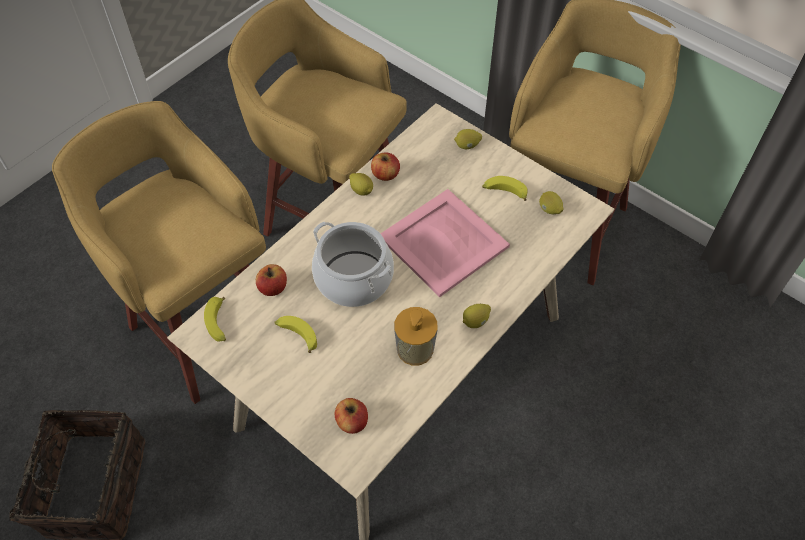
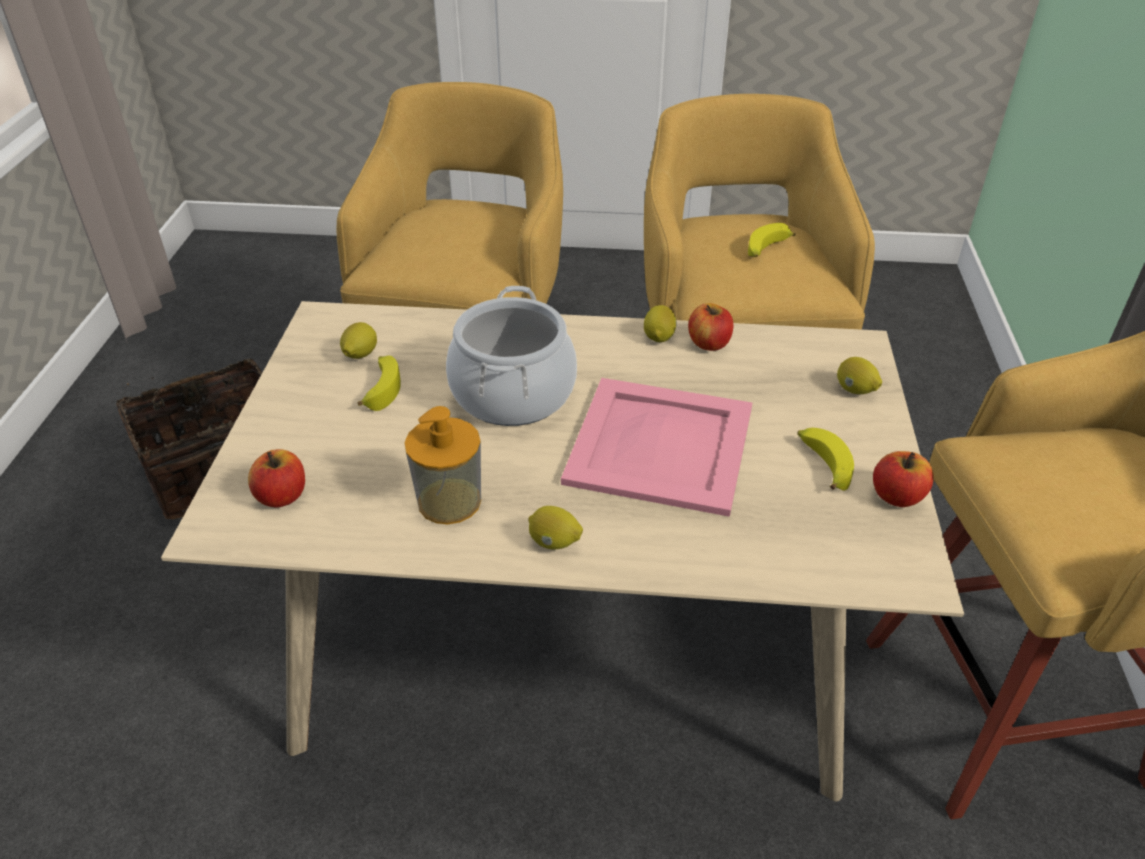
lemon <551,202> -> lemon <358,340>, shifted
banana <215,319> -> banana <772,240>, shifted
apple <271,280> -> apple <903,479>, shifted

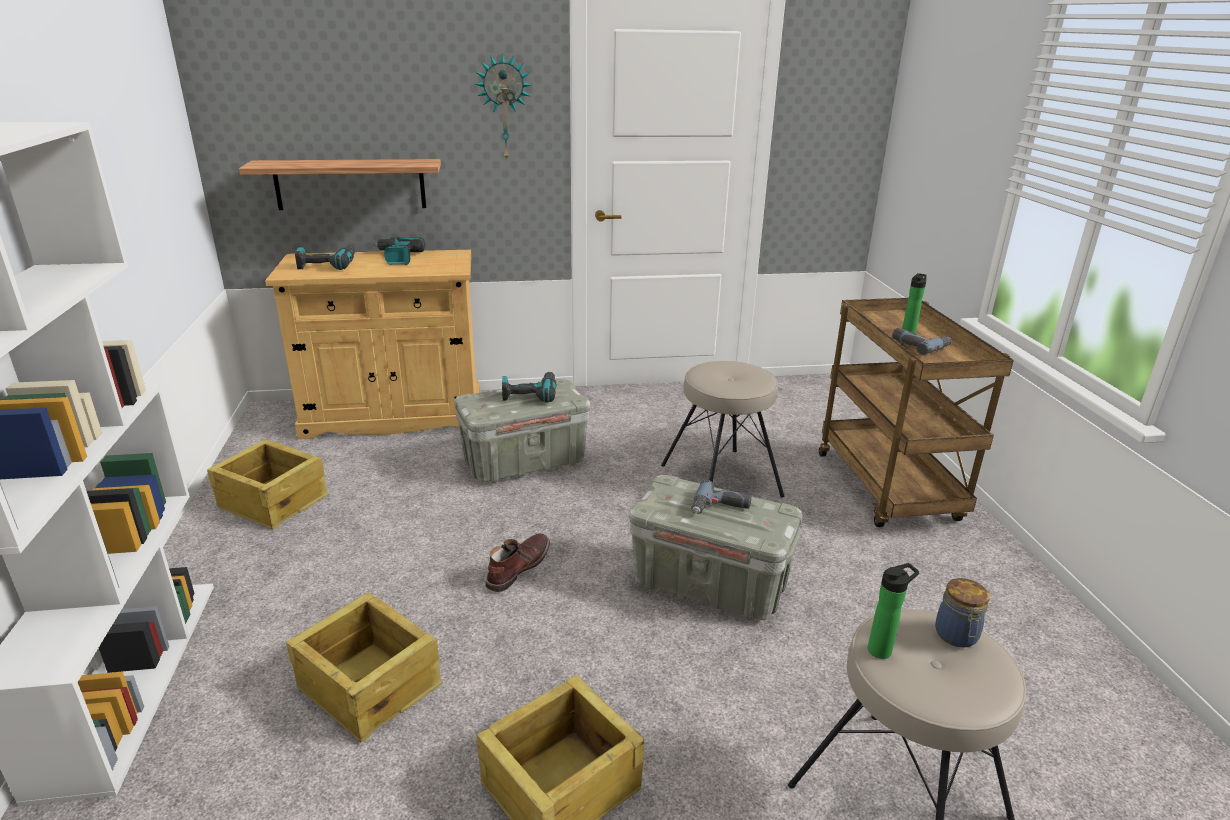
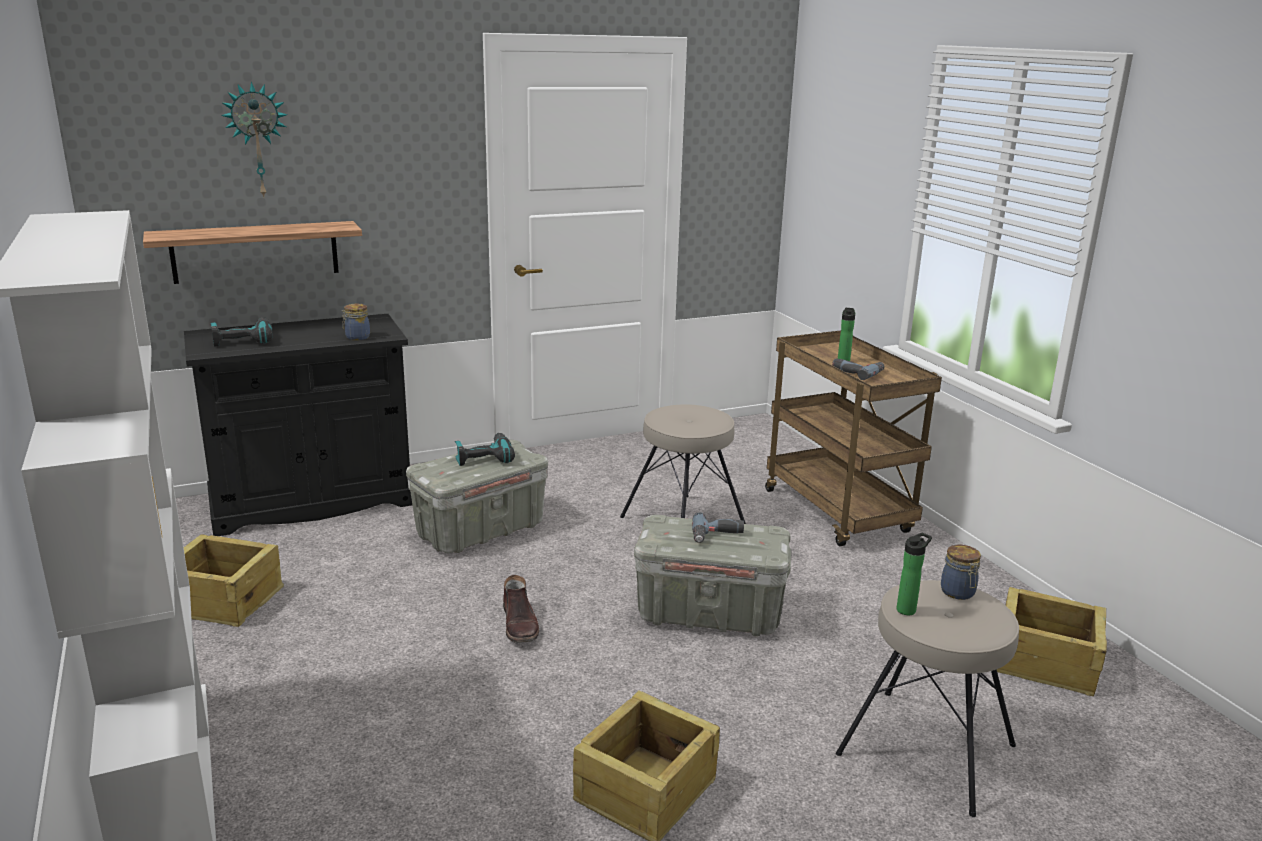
cabinet/beige <372,345> -> cabinet/black <298,425>
wall clock <503,107> -> wall clock <254,139>, shifted
none -> jar <355,322>
boot/brown <517,562> -> boot/brown <521,609>, 150 degrees clockwise
crate <364,668> -> crate <1052,641>, shifted
power drill <399,251> -> none

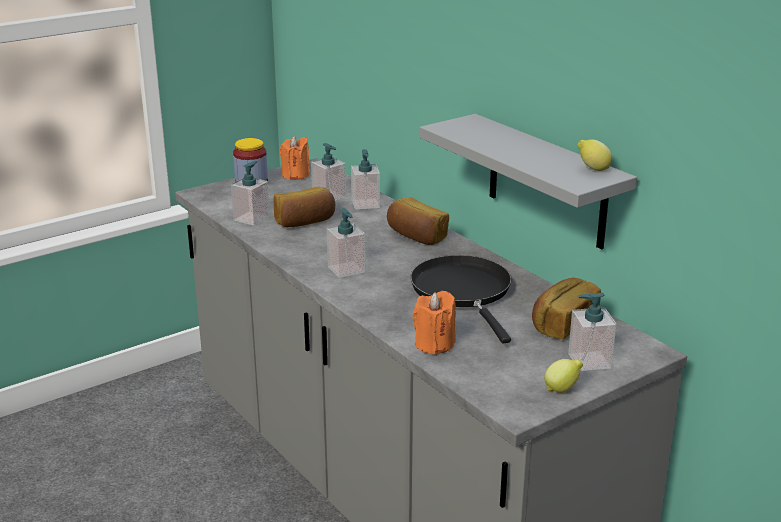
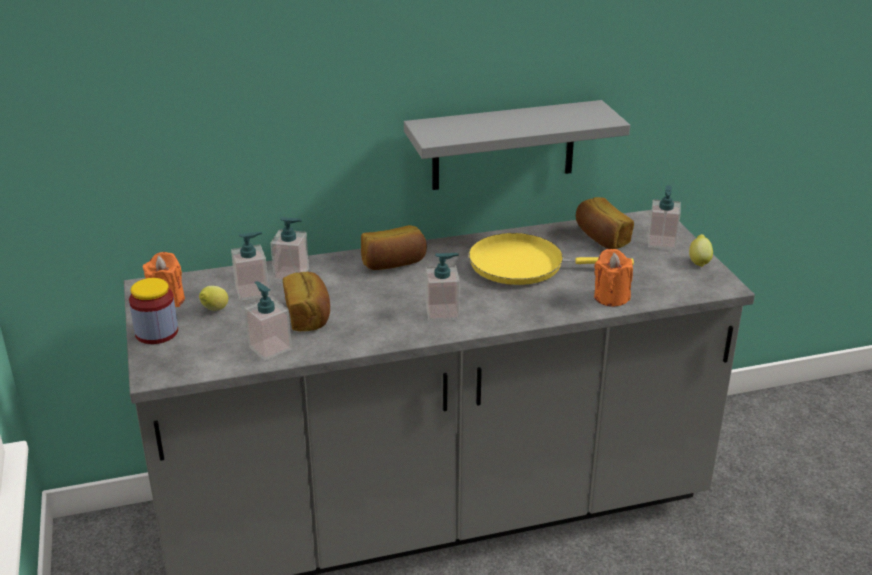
lemon <594,155> -> lemon <213,298>, shifted
frying pan/black <460,299> -> frying pan/yellow <551,259>

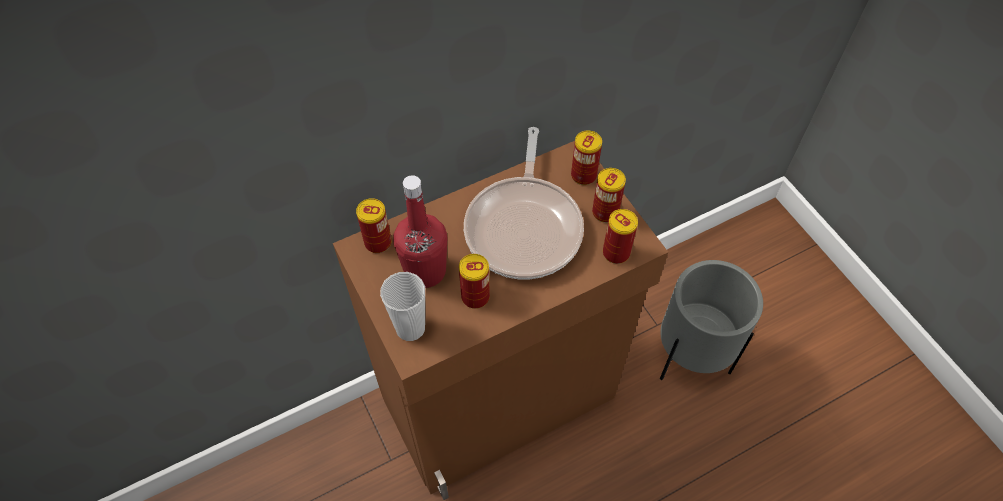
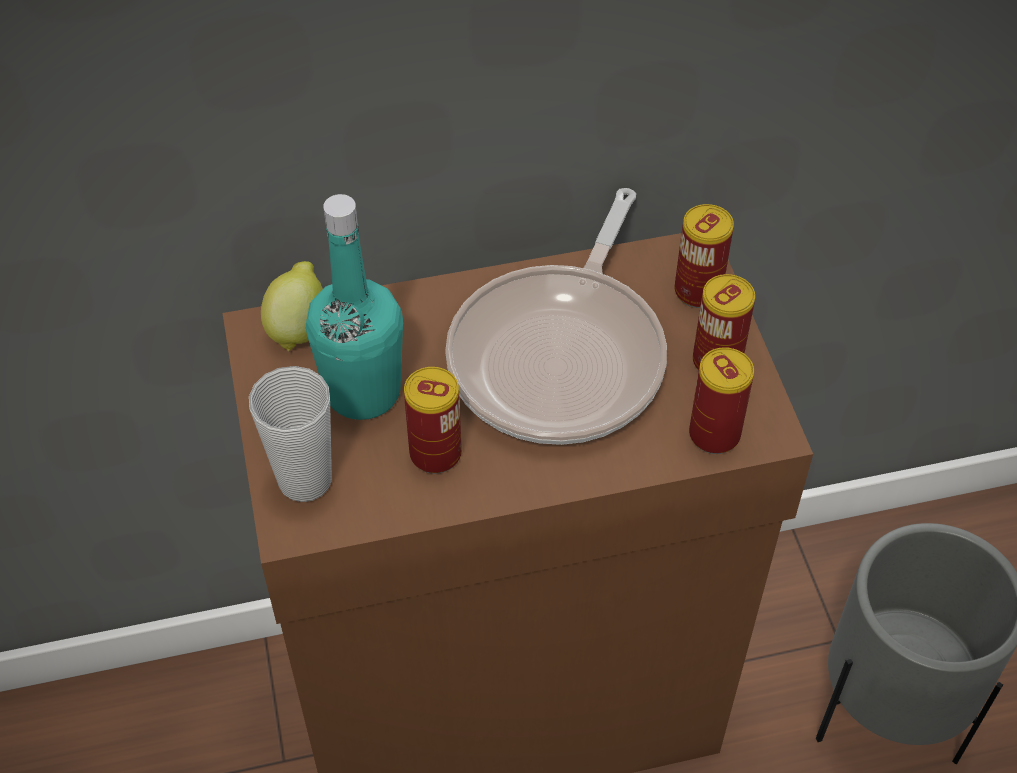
can <374,225> -> lemon <292,306>
bottle/red <420,231> -> bottle/turquoise <354,307>

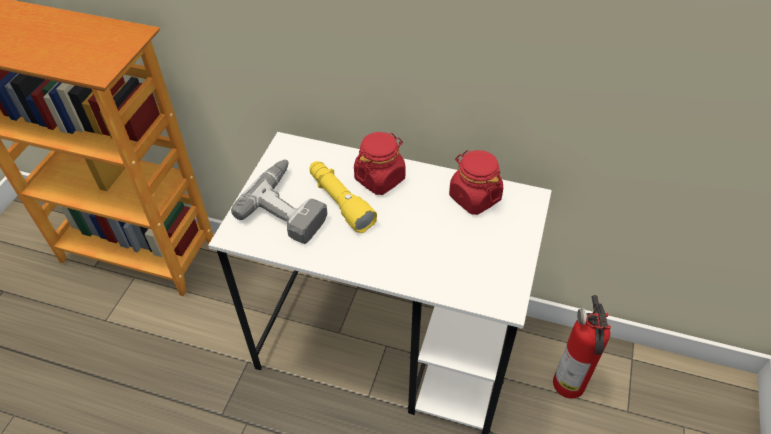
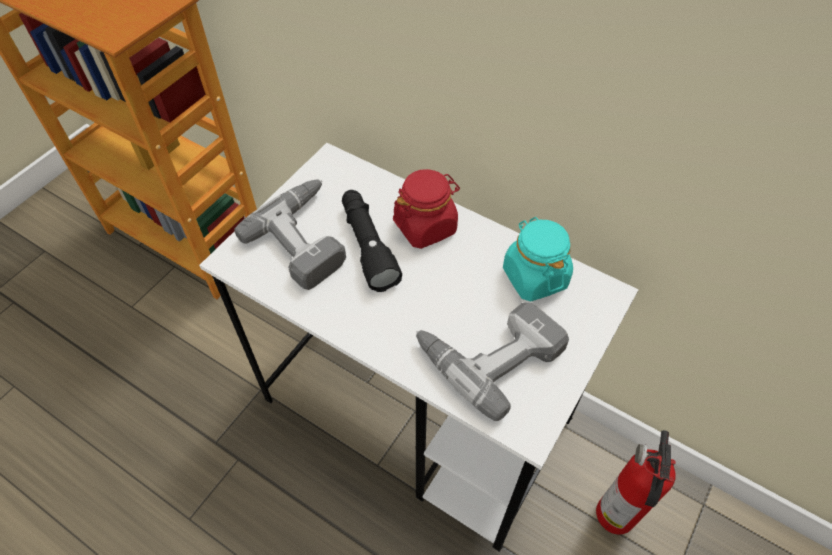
flashlight/yellow <343,197> -> flashlight/black <372,241>
none -> power drill <492,361>
jar/red <476,182> -> jar/turquoise <538,259>

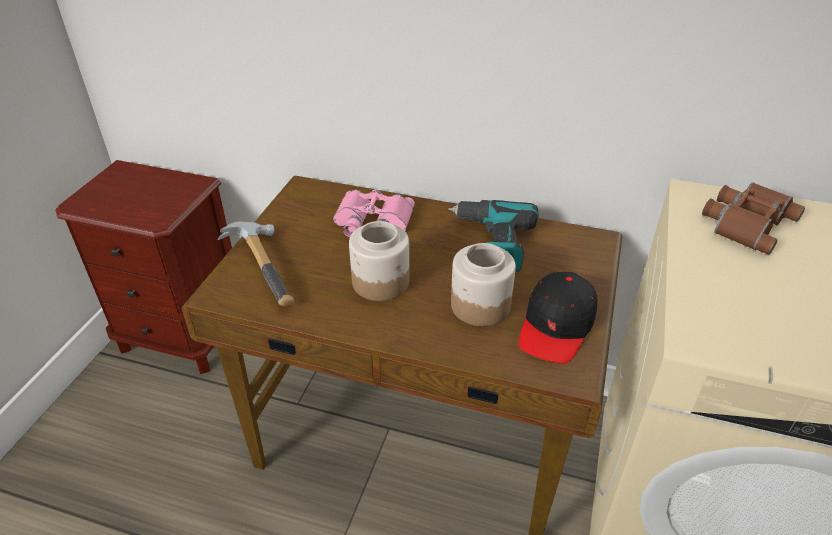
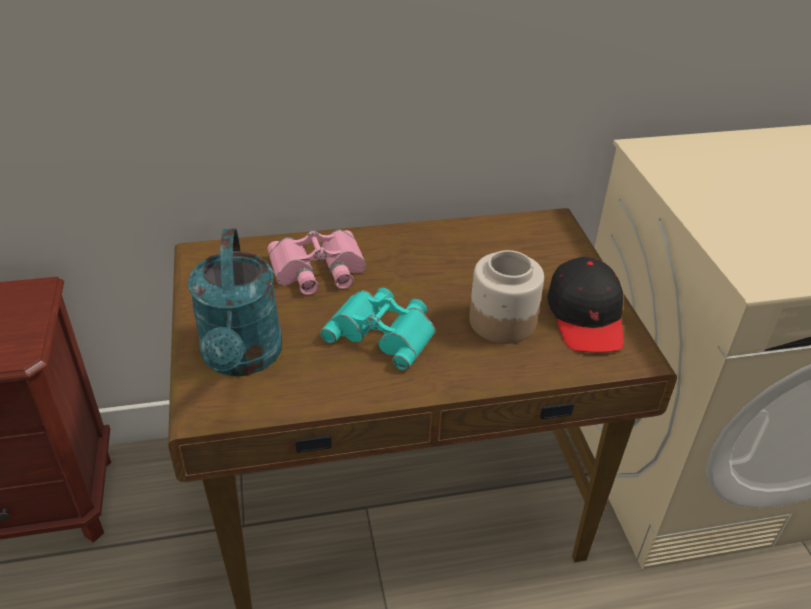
hammer <256,264> -> watering can/turquoise <235,302>
jar <379,261> -> binoculars/turquoise <377,329>
power drill <493,236> -> none
binoculars/brown <753,218> -> none

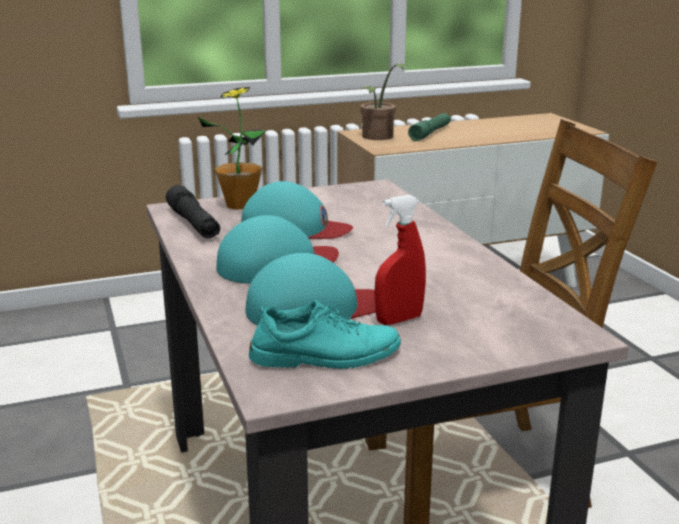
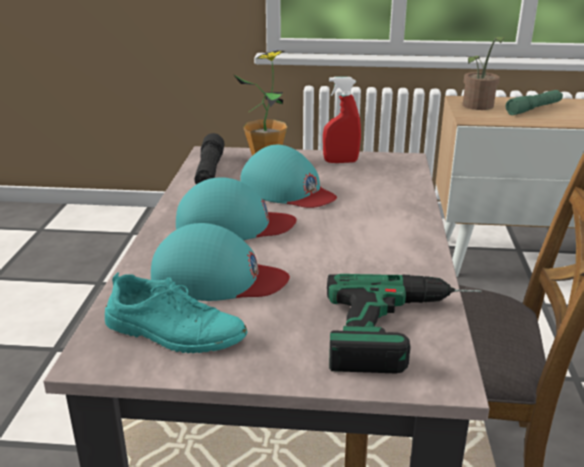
spray bottle/red <400,260> -> spray bottle/red <342,120>, shifted
none -> power drill <404,323>

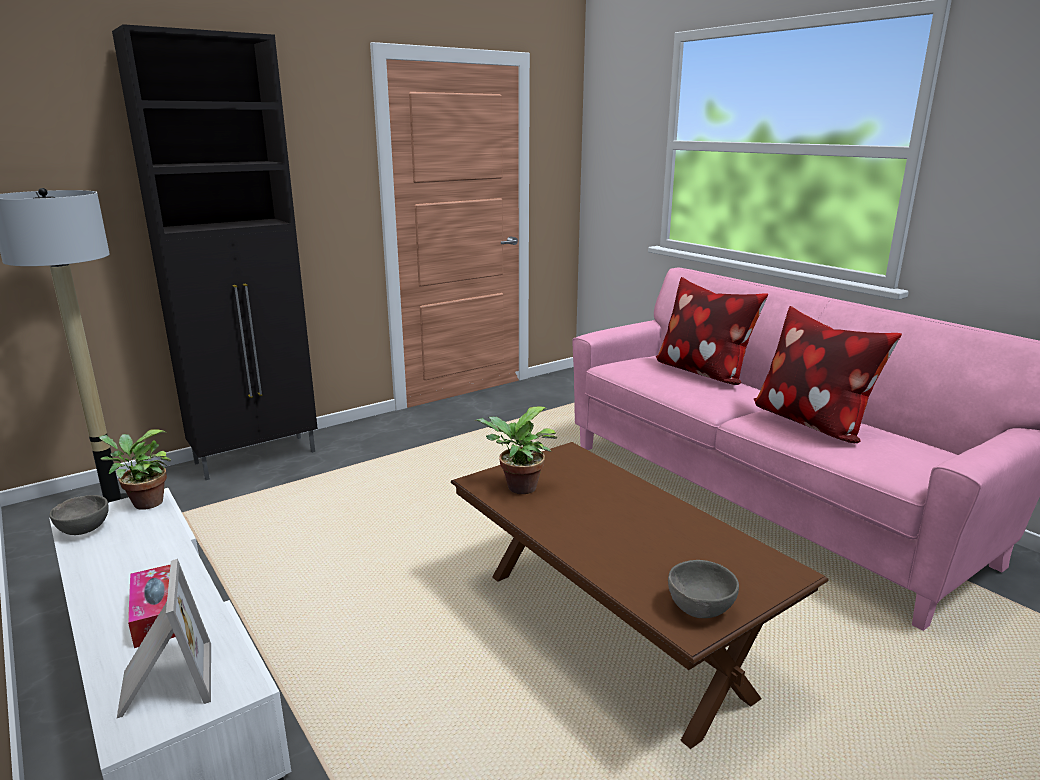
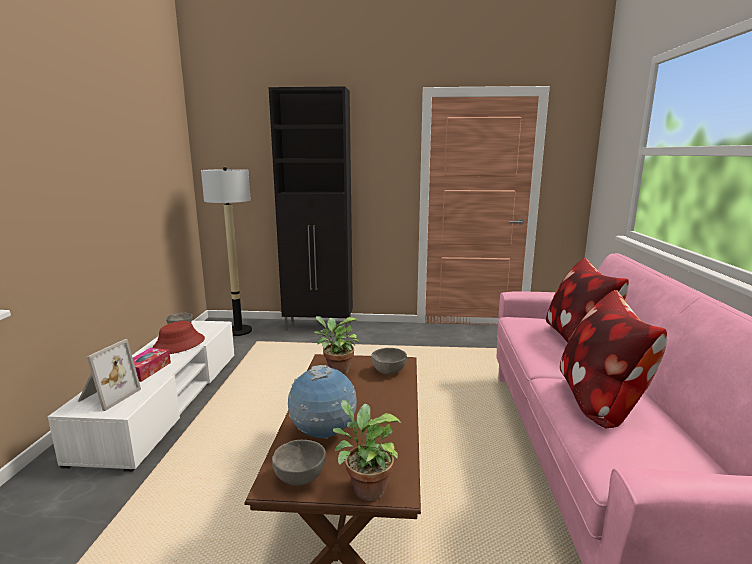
none -> hat/red <178,337>
none -> globe <322,402>
potted plant <135,469> -> potted plant <367,450>, shifted
none -> bowl/grey <389,361>

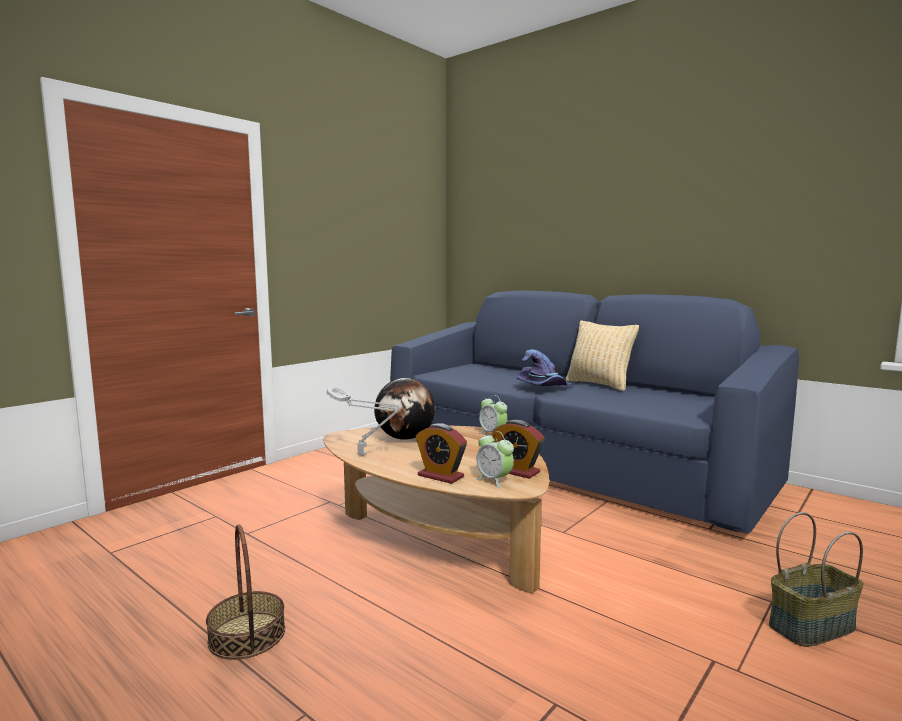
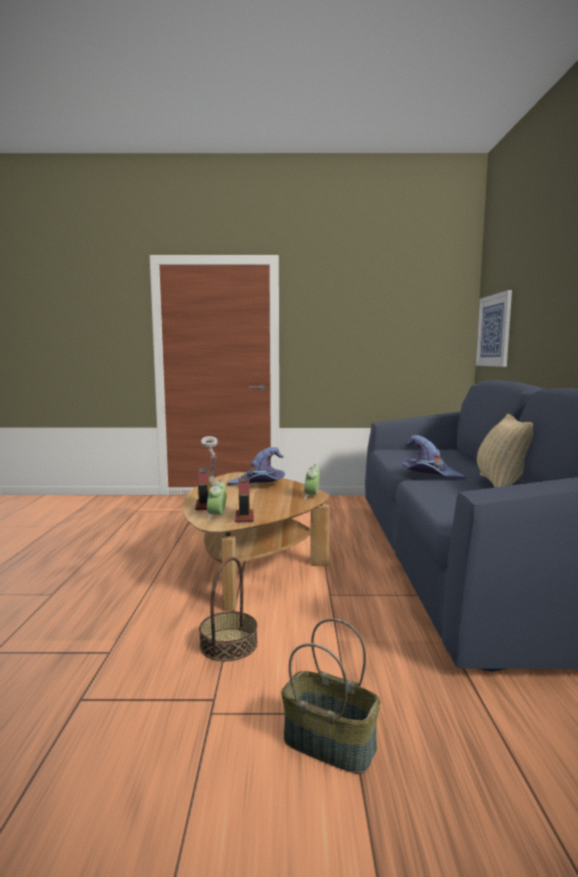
basket <245,592> -> basket <228,609>, shifted
globe <404,409> -> hat/purple <256,466>
none -> picture <494,328>

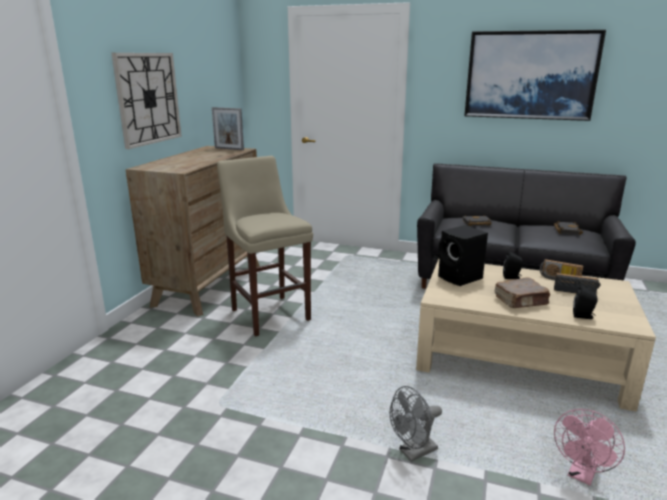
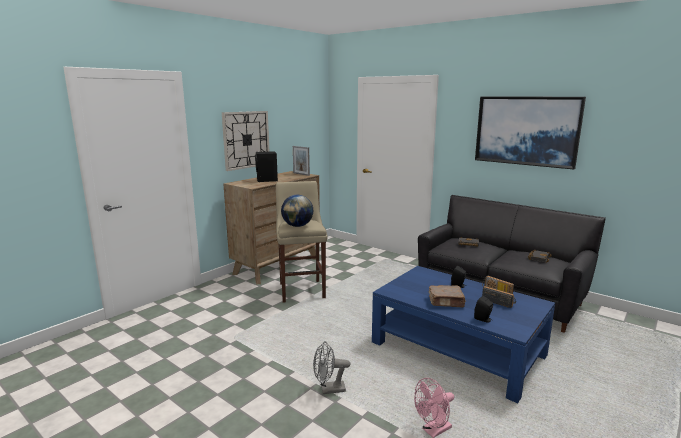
speaker/black <463,255> -> speaker/black <266,166>, shifted
none -> globe <297,211>
coffee table/beige <536,335> -> coffee table/blue <463,334>

